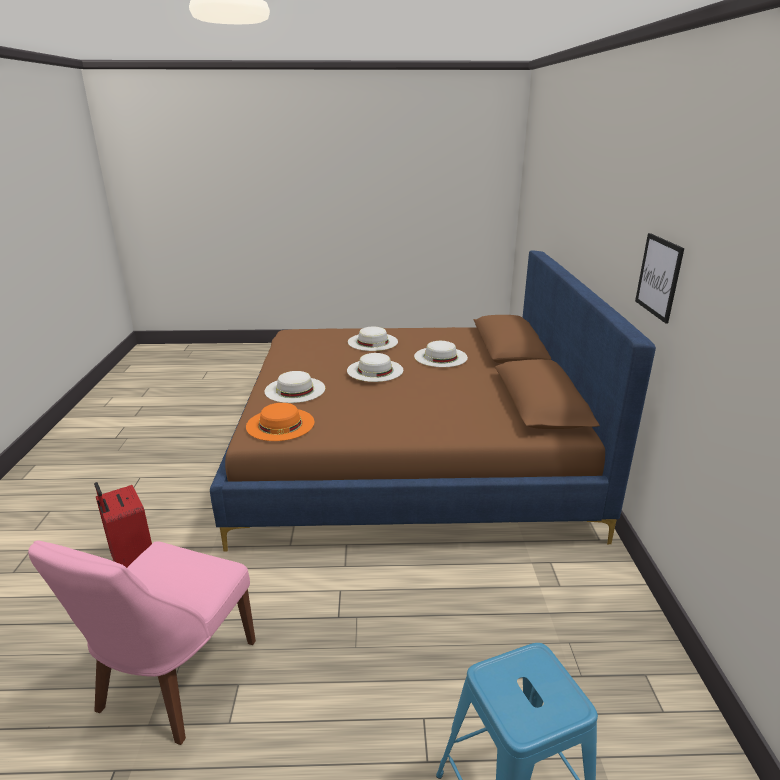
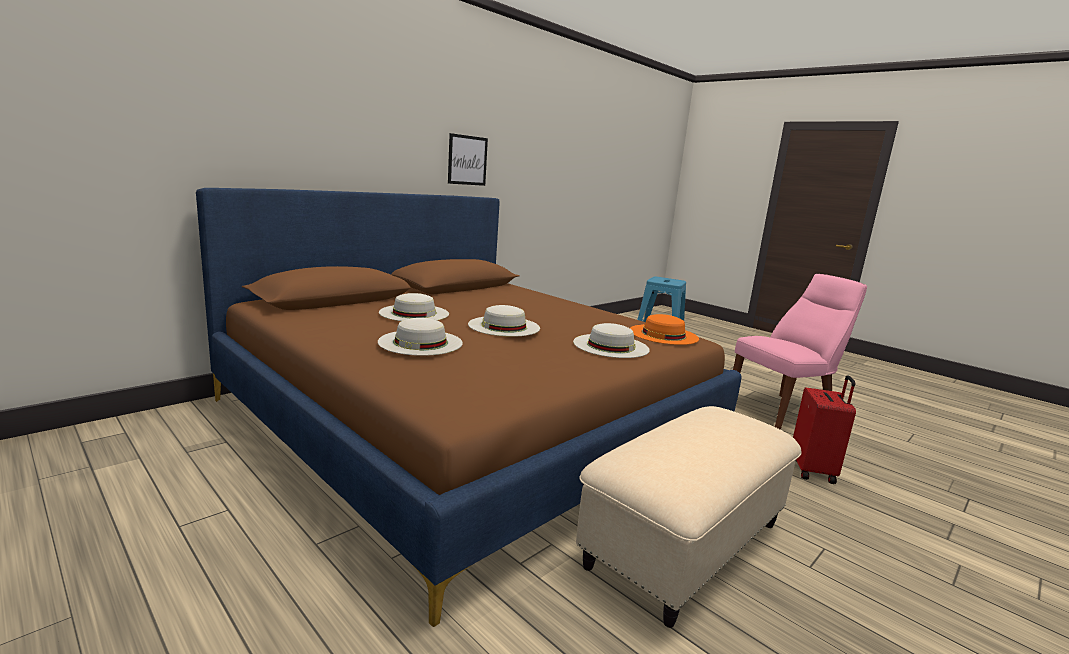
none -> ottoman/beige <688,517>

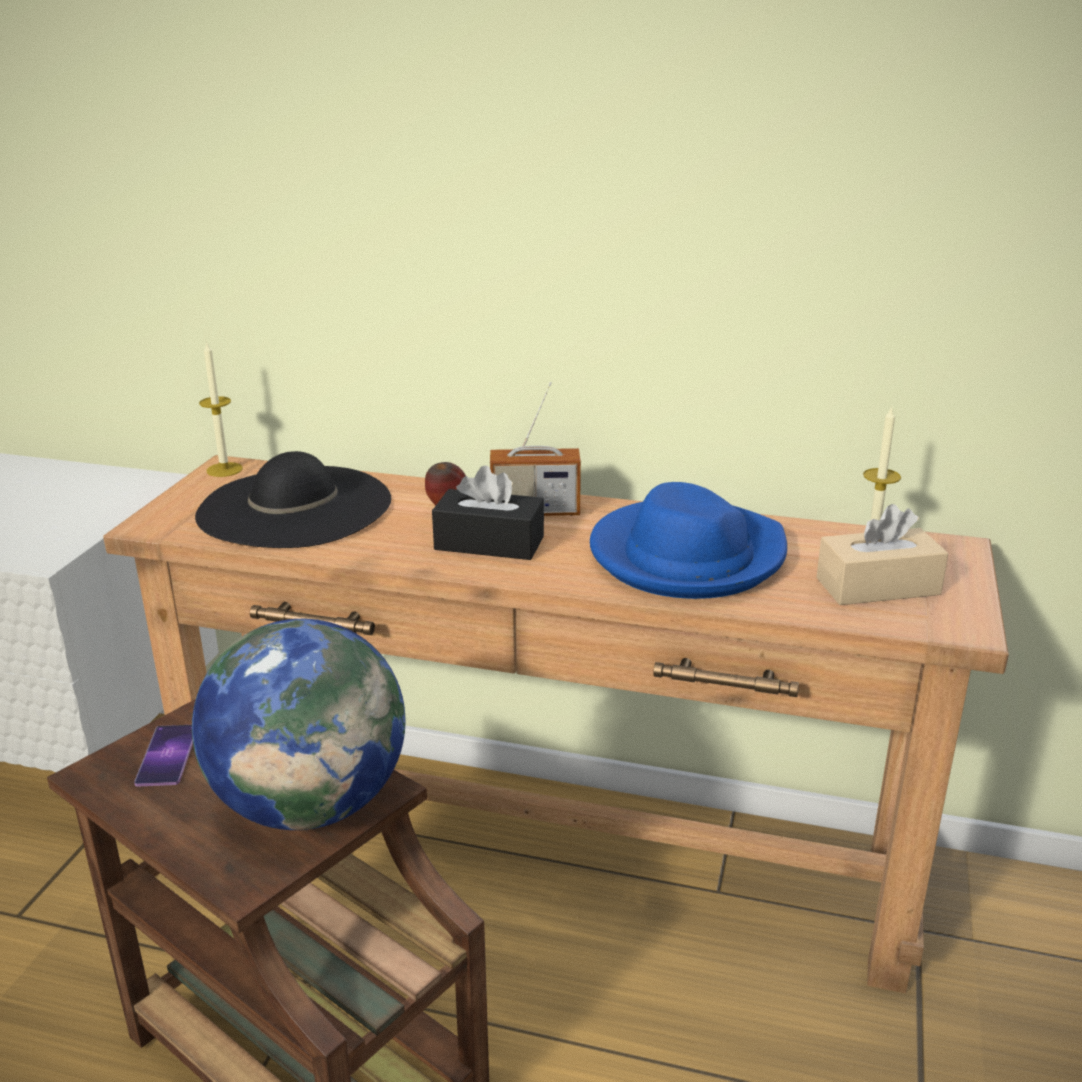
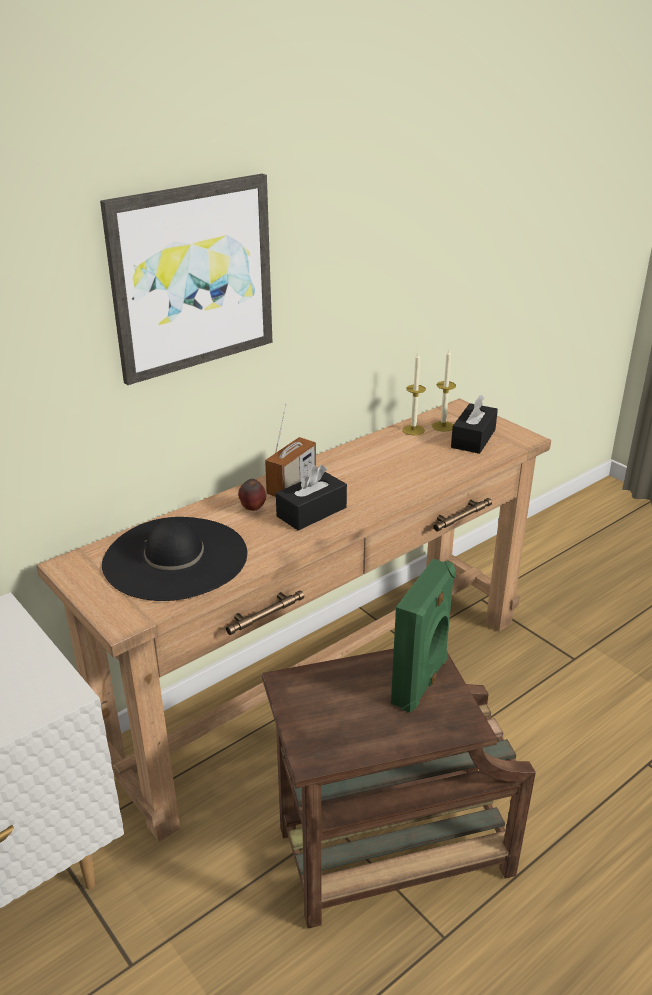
none -> picture <186,279>
globe <298,724> -> speaker/green <423,636>
candle <221,409> -> candle <414,394>, shifted
tissue box/beige <882,554> -> tissue box/black <474,424>
phone <163,756> -> none
hat/blue <688,540> -> none

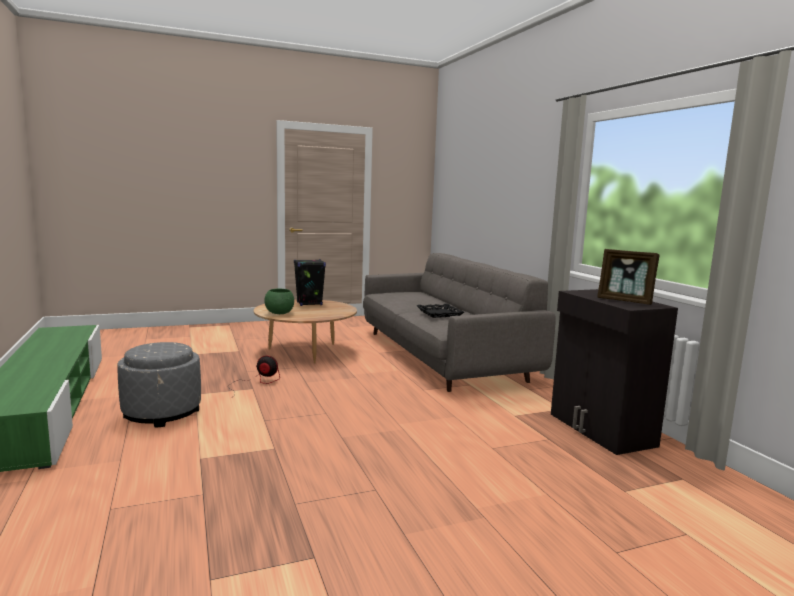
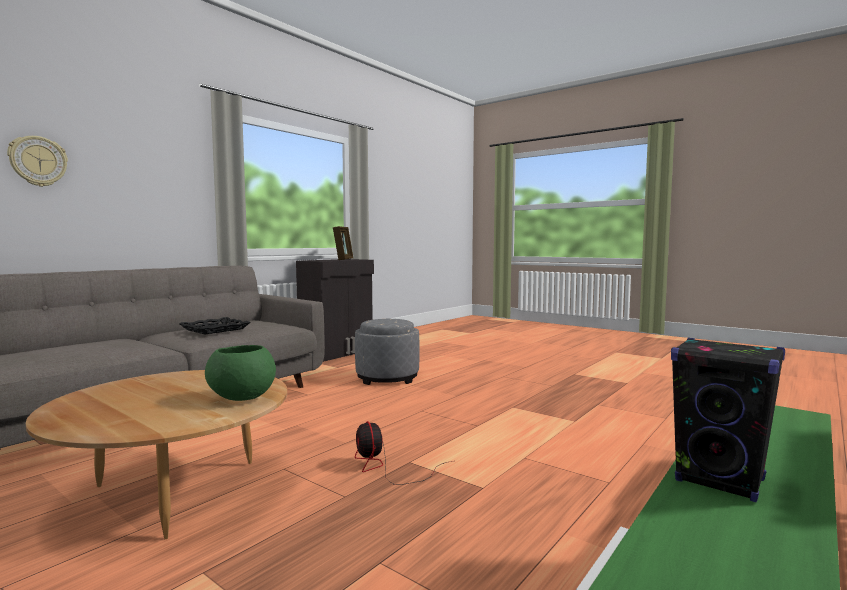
none -> wall clock <37,161>
ottoman/grey <159,385> -> ottoman/grey <387,352>, shifted
speaker/black <310,282> -> speaker/black <728,420>, shifted

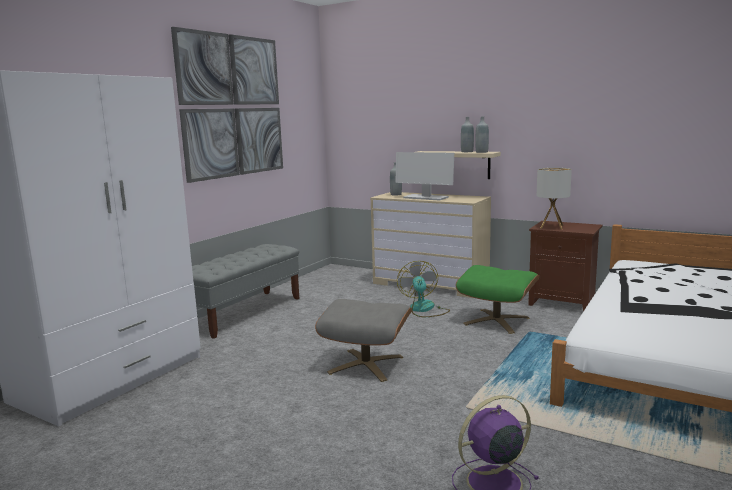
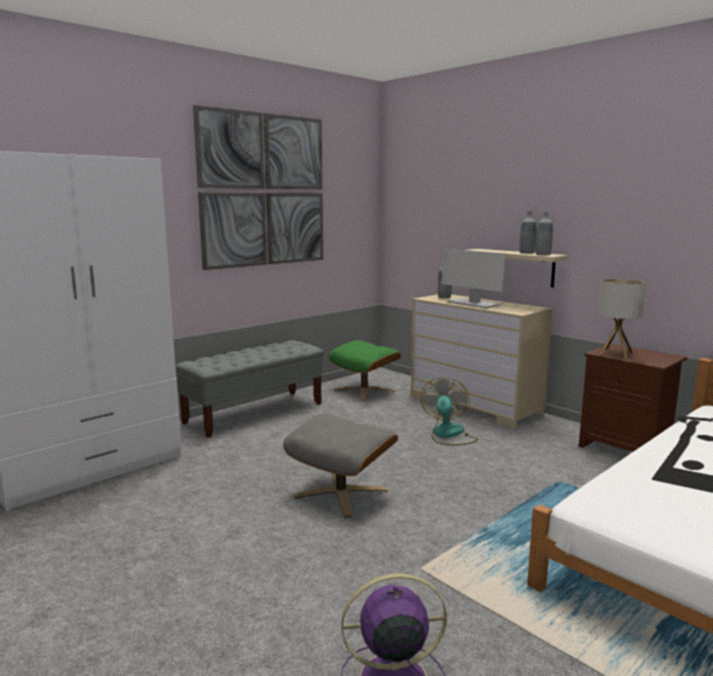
ottoman/green <497,299> -> ottoman/green <365,370>, shifted

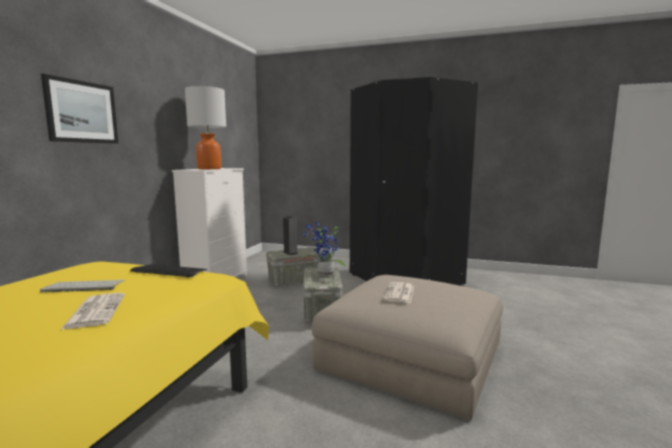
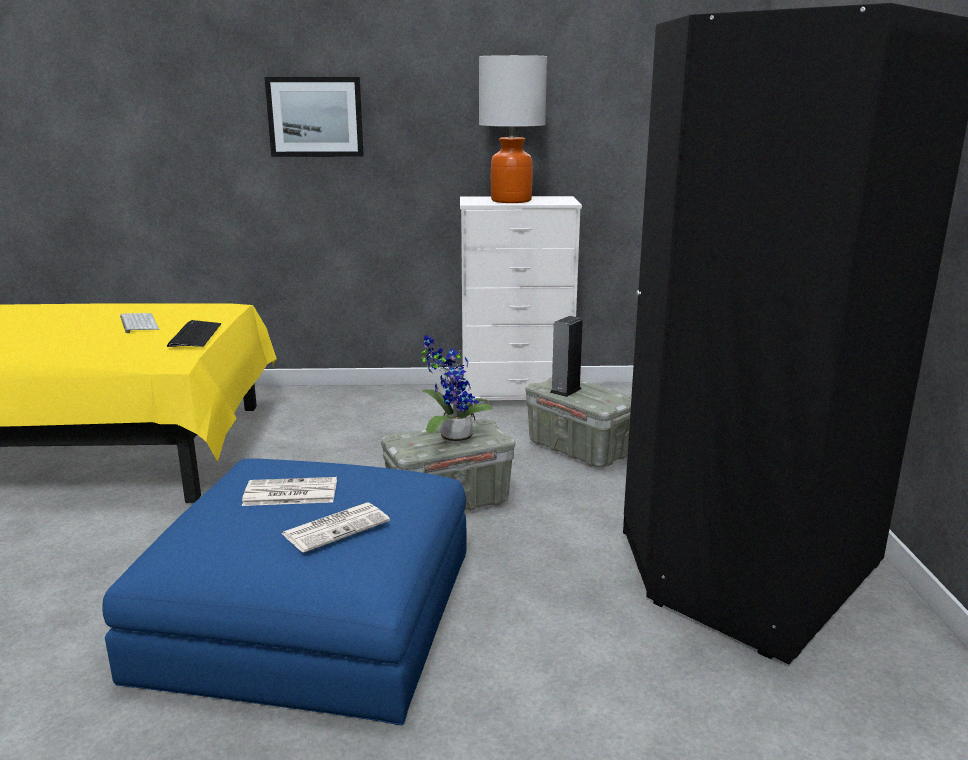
ottoman/beige <407,348> -> ottoman/blue <284,592>
newspaper <93,311> -> newspaper <335,527>, shifted

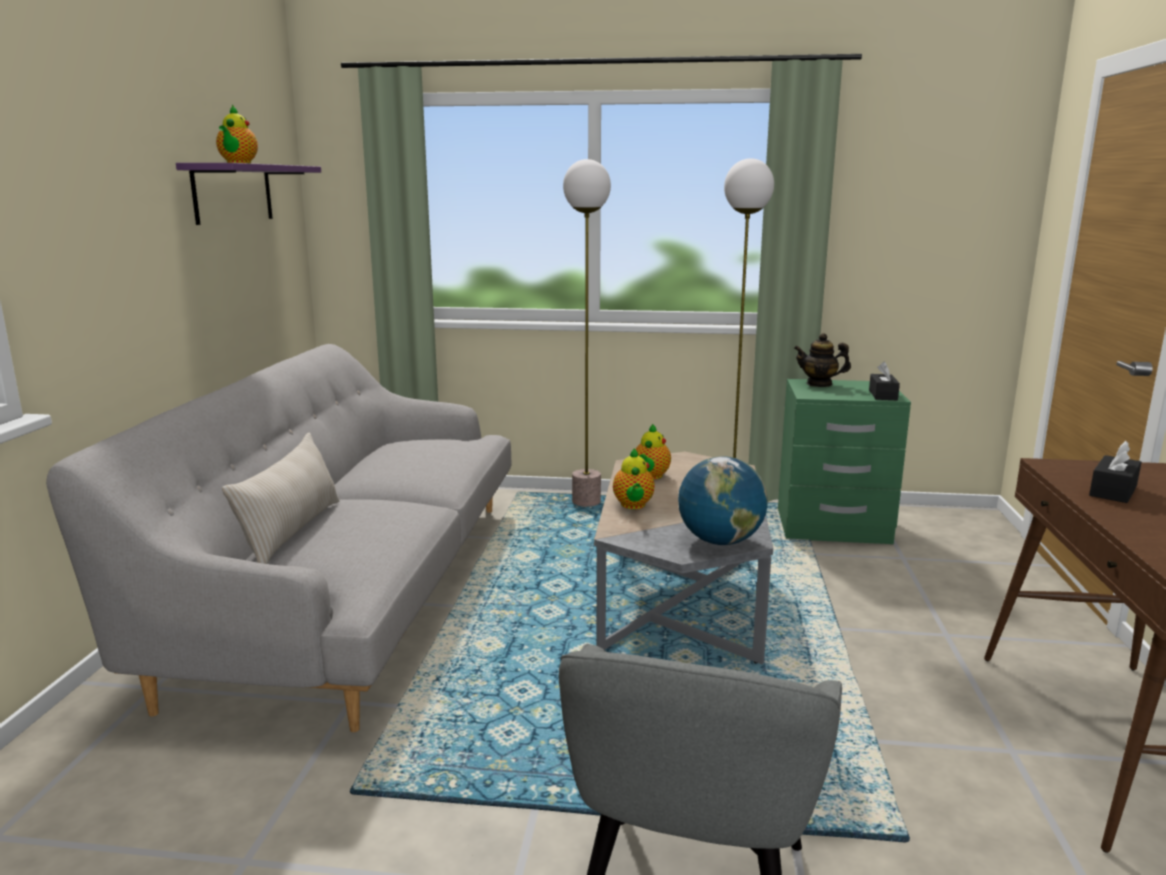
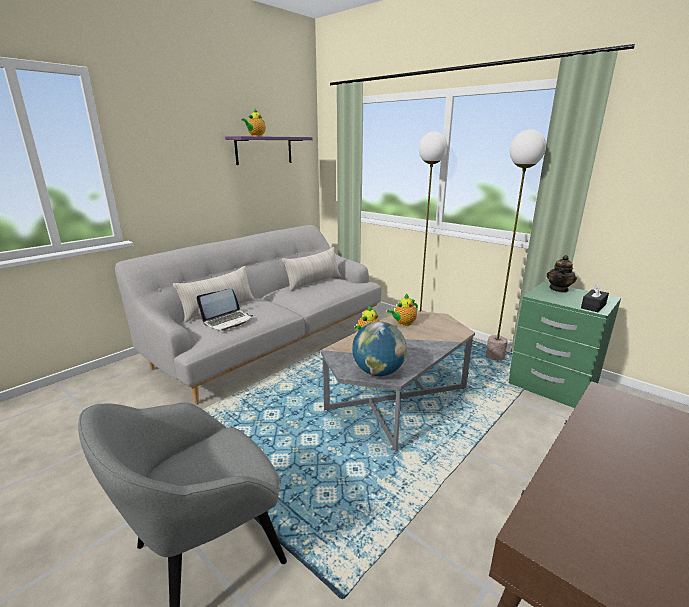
none -> laptop <225,309>
none -> pillow/beige <311,269>
teapot <822,360> -> teapot <562,274>, 105 degrees counterclockwise
tissue box/black <1115,472> -> none

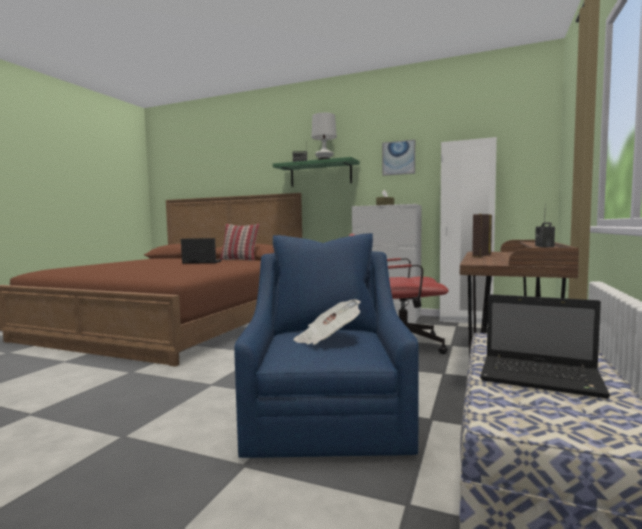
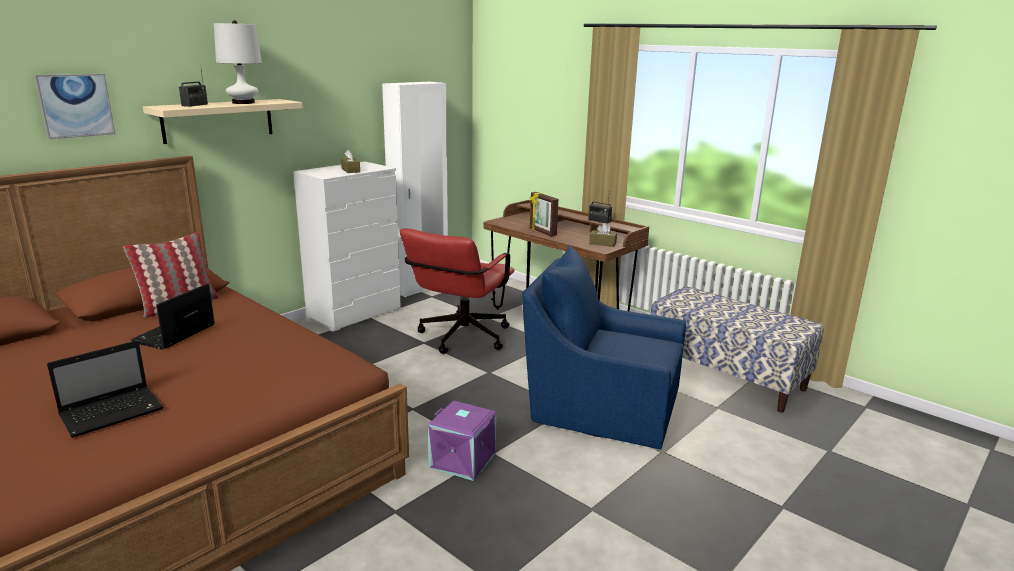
picture <398,158> -> picture <74,106>, shifted
laptop <545,346> -> laptop <105,389>, shifted
shelf/green <316,172> -> shelf/beige <223,121>
none -> storage box/purple <462,440>
none -> tissue box/brown <603,235>
newspaper <327,322> -> none

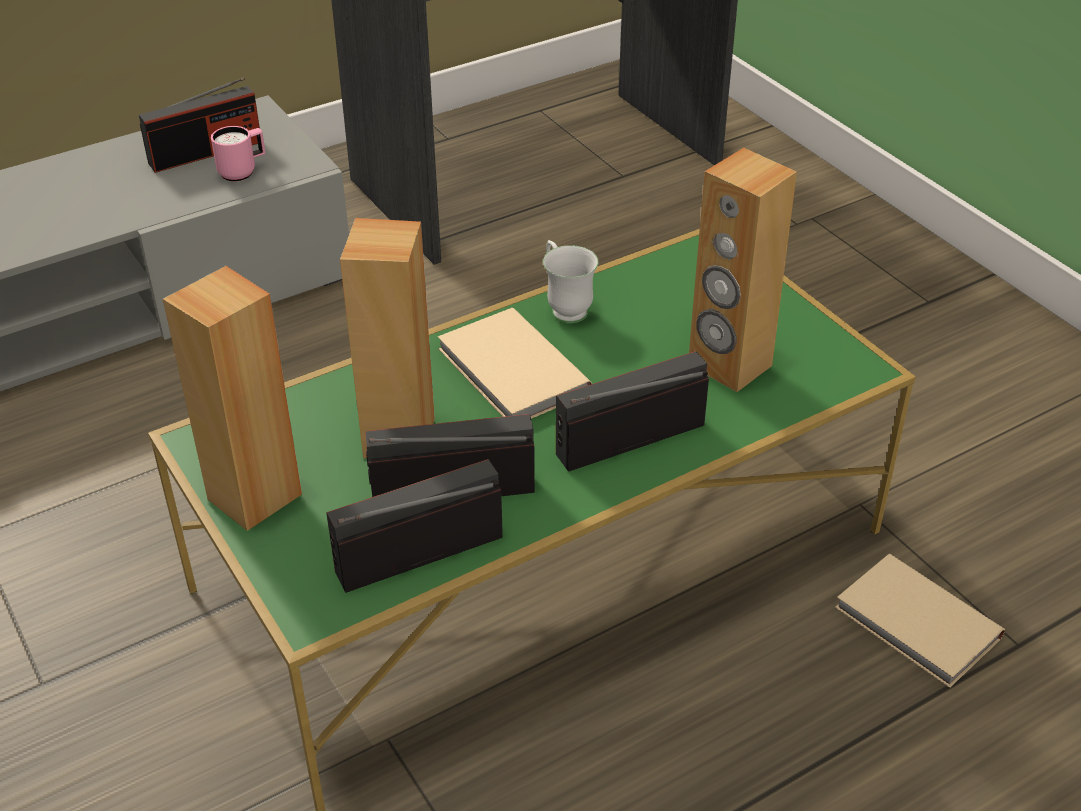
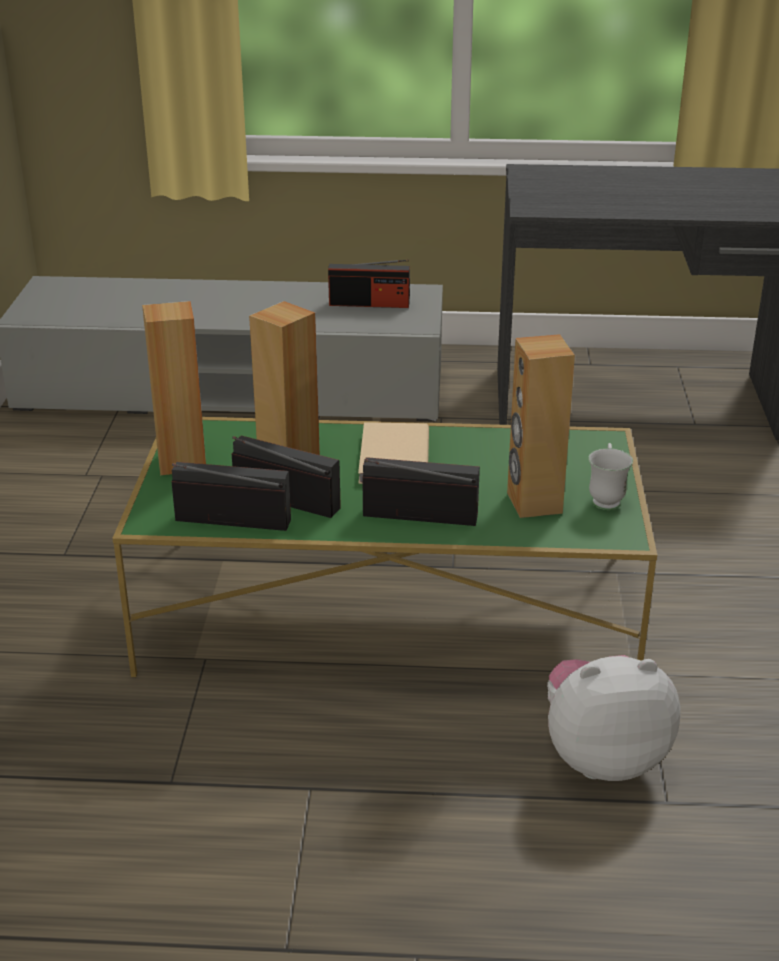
book/beige <920,621> -> plush toy <614,718>
mug/white <571,281> -> mug/white <610,476>, shifted
mug/pink <238,154> -> none

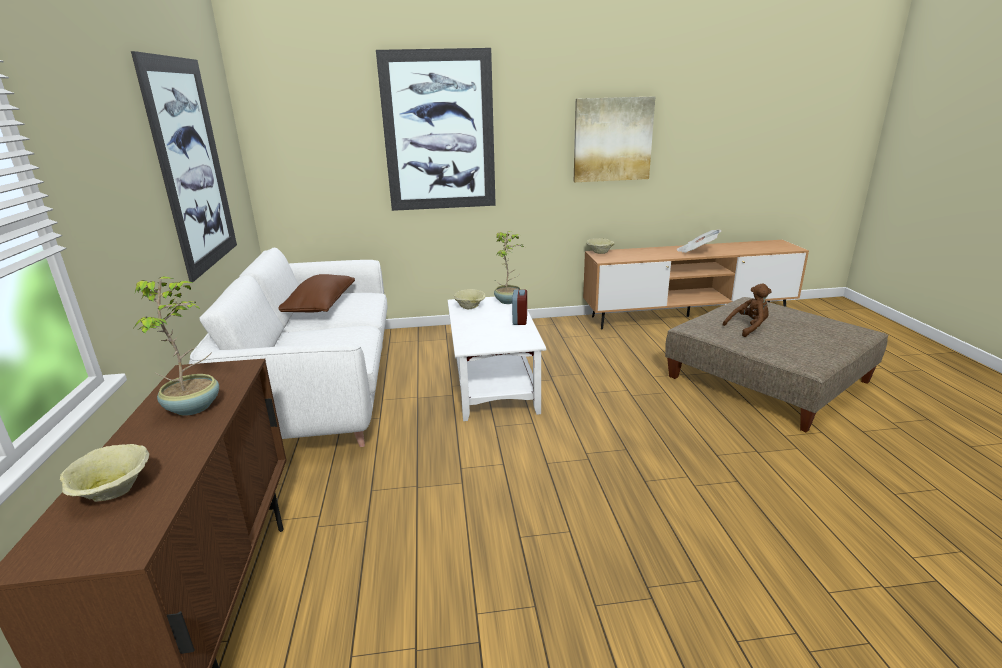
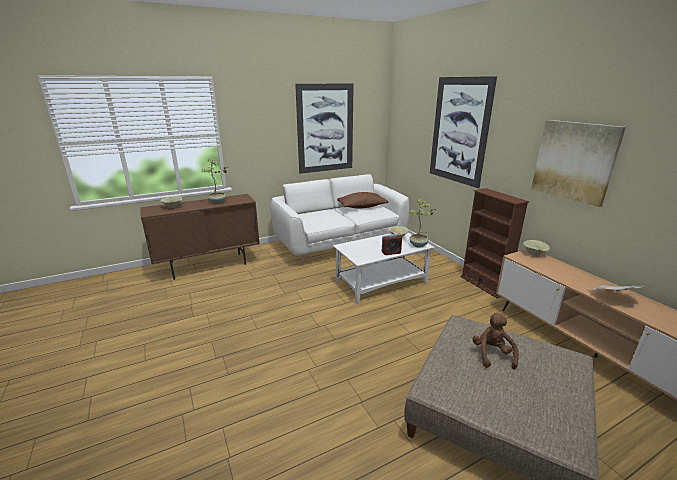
none -> bookcase/brown <495,243>
plush toy/brown <747,310> -> plush toy/brown <496,341>, 135 degrees counterclockwise

